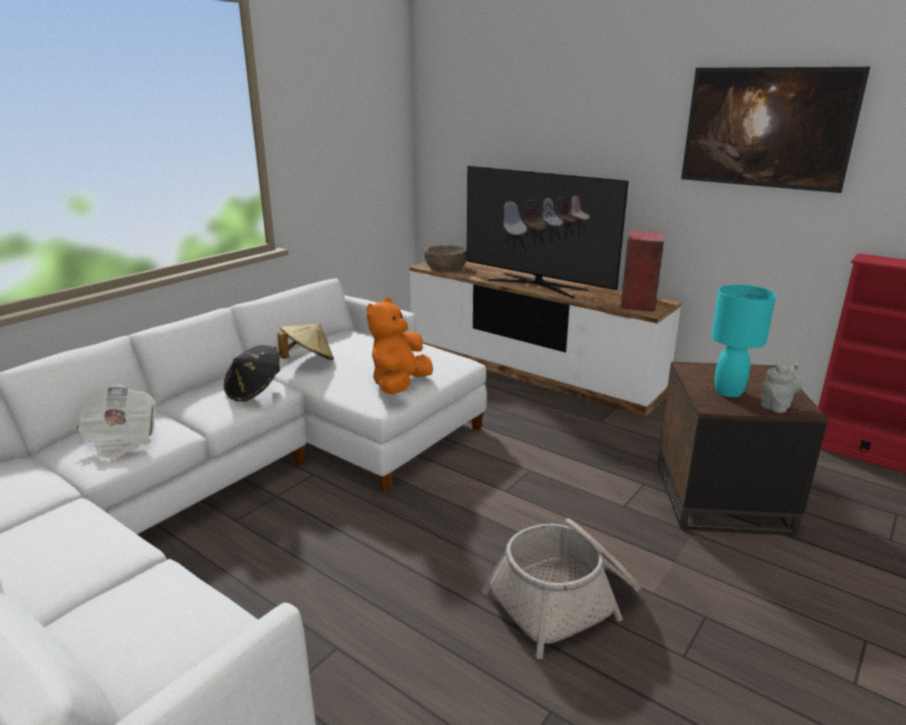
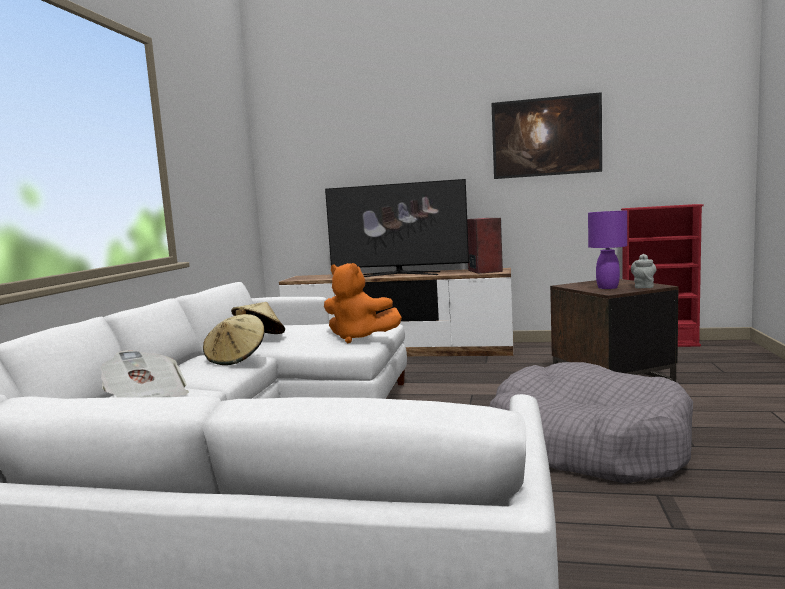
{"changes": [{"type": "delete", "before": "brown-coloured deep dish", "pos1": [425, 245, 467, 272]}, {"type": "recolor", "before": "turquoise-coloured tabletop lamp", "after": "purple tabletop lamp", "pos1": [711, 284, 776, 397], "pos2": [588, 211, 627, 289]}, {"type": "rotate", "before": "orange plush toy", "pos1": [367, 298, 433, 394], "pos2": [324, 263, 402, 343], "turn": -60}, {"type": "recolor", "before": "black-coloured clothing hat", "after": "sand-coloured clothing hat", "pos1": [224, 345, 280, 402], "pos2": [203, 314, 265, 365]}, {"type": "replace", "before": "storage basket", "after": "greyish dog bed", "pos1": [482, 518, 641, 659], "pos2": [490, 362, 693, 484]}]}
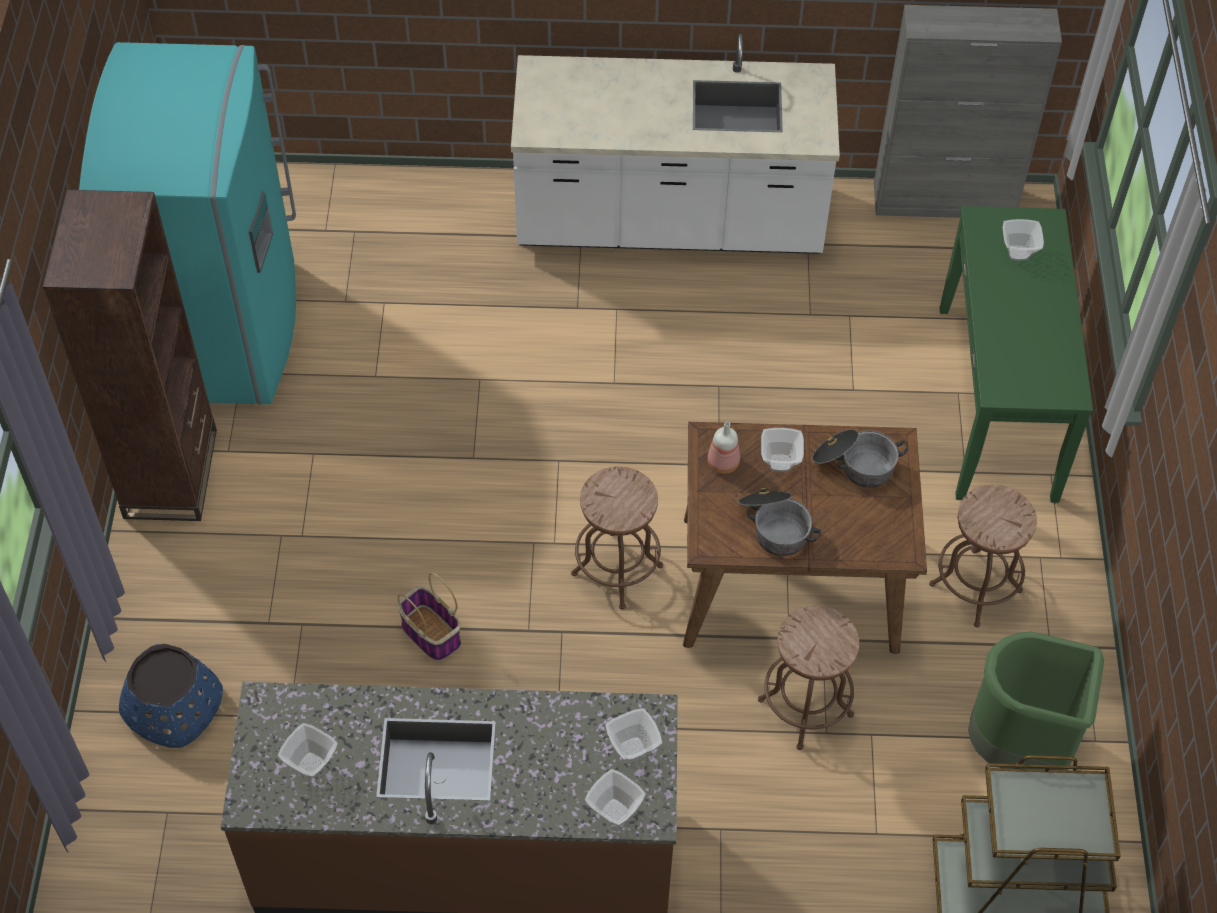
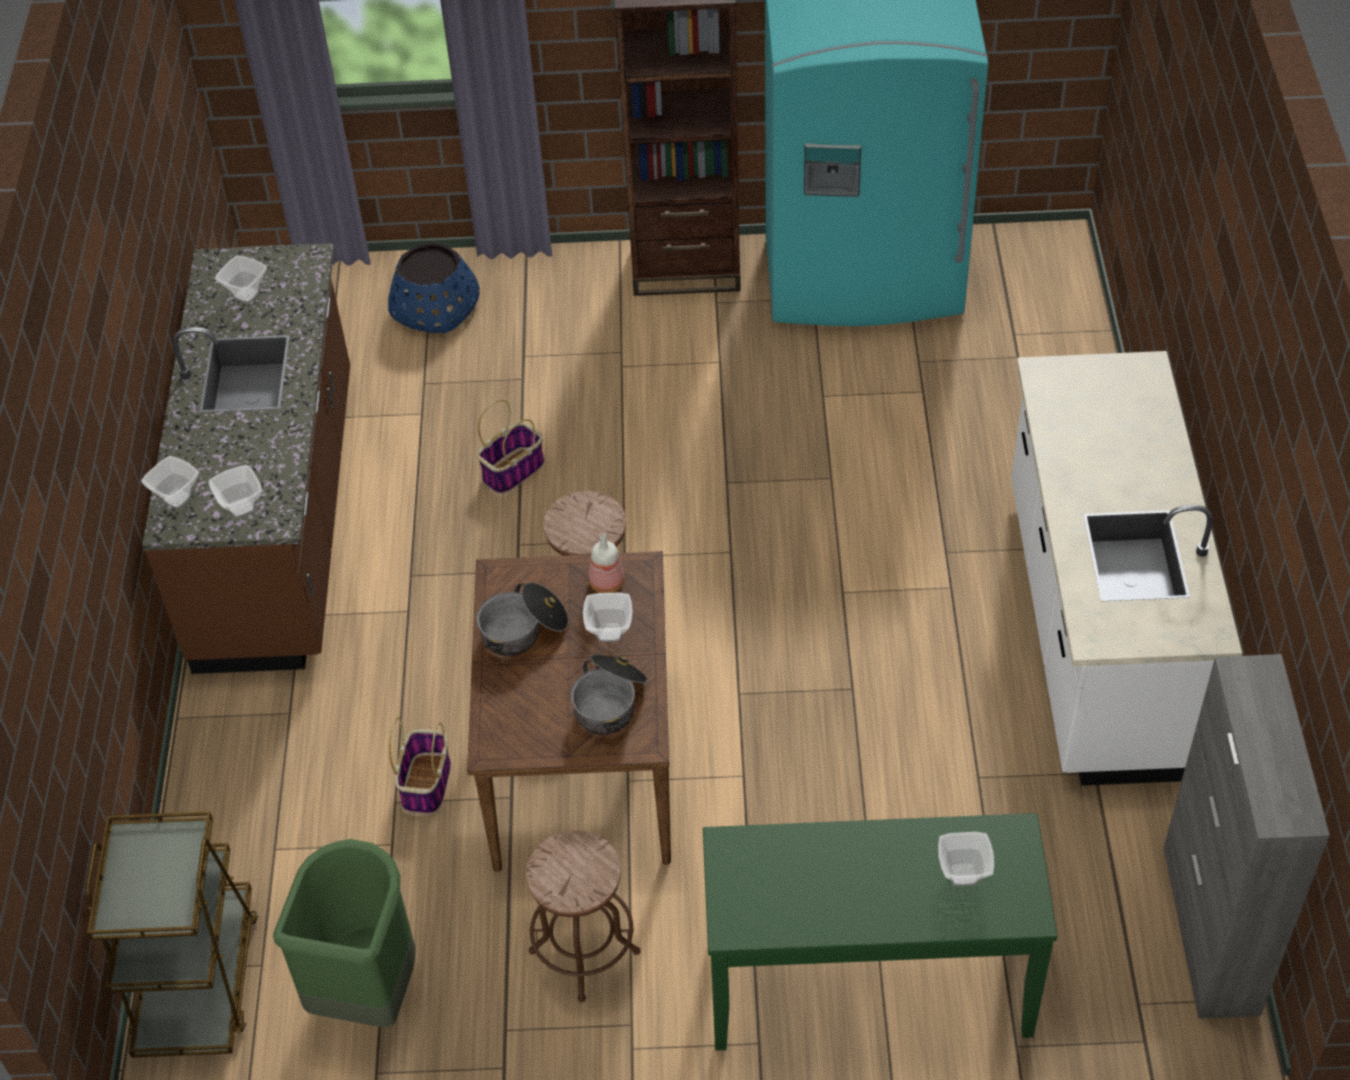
{"changes": [{"type": "replace", "before": "brown-coloured stool seat", "after": "storage basket", "pos1": [758, 606, 859, 750], "pos2": [389, 717, 451, 814]}]}
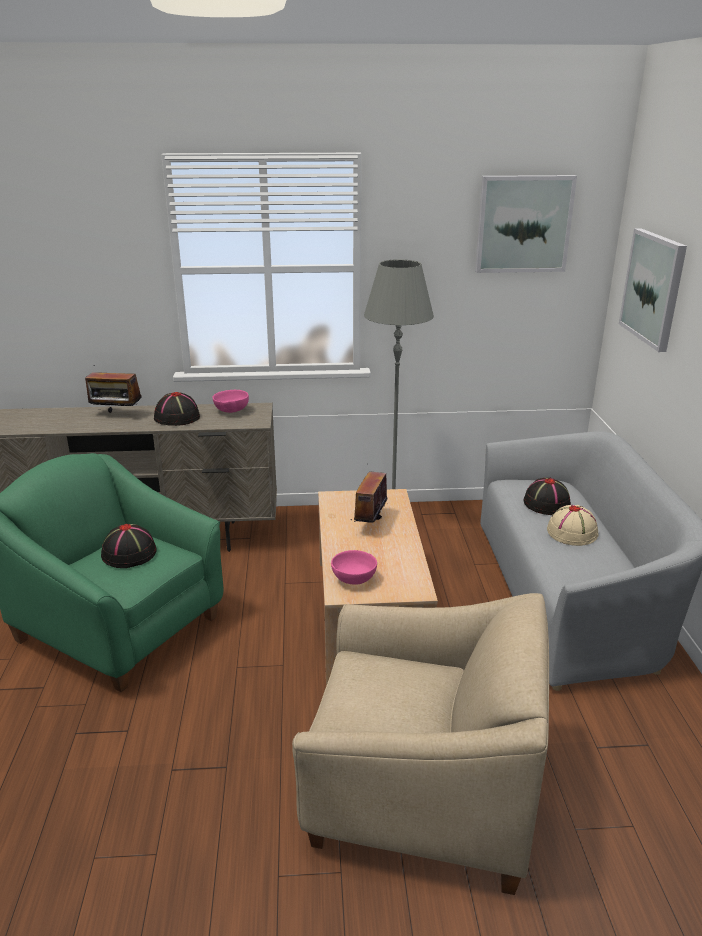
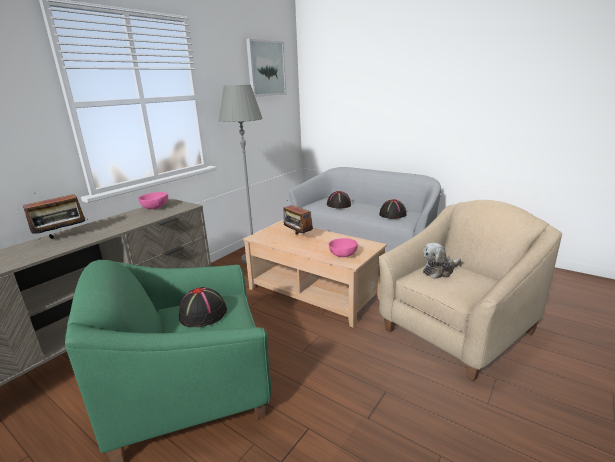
{"changes": [{"type": "delete", "before": "wall art", "pos1": [619, 228, 687, 352]}, {"type": "move", "before": "black-coloured clothing hat", "pos1": [154, 392, 200, 426], "pos2": [379, 199, 407, 219]}, {"type": "delete", "before": "sand-coloured clothing hat", "pos1": [547, 505, 598, 546]}, {"type": "insert", "after": "plush toy", "pos2": [423, 243, 461, 279]}]}
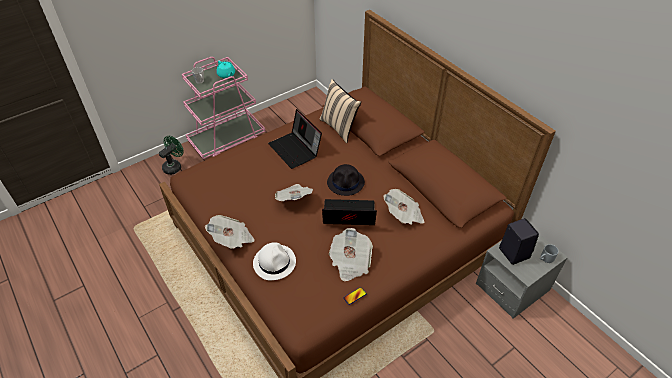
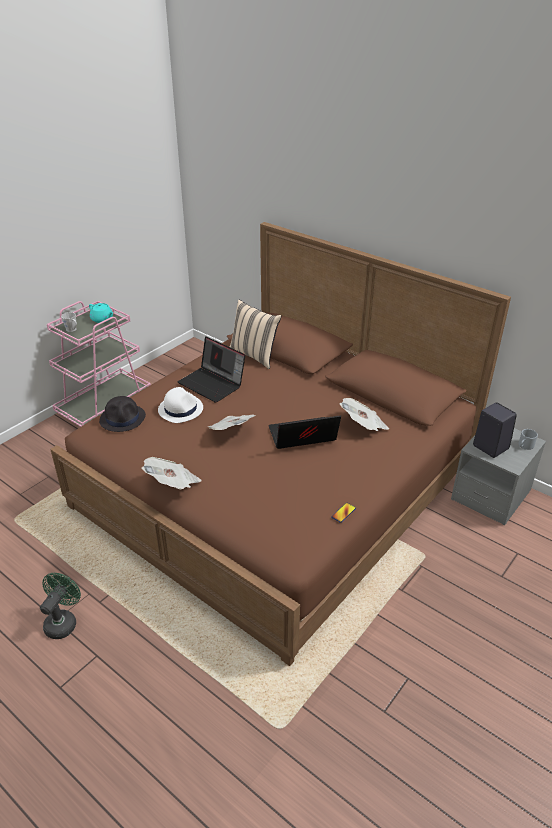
{"changes": [{"type": "move", "before": "green-coloured cooling fan", "pos1": [159, 136, 184, 175], "pos2": [40, 573, 81, 639]}, {"type": "move", "before": "black-coloured clothing hat", "pos1": [327, 164, 365, 196], "pos2": [99, 396, 146, 432]}, {"type": "delete", "before": "newspaper", "pos1": [329, 228, 373, 281]}, {"type": "move", "before": "white-coloured clothing hat", "pos1": [253, 242, 296, 280], "pos2": [158, 387, 203, 423]}]}
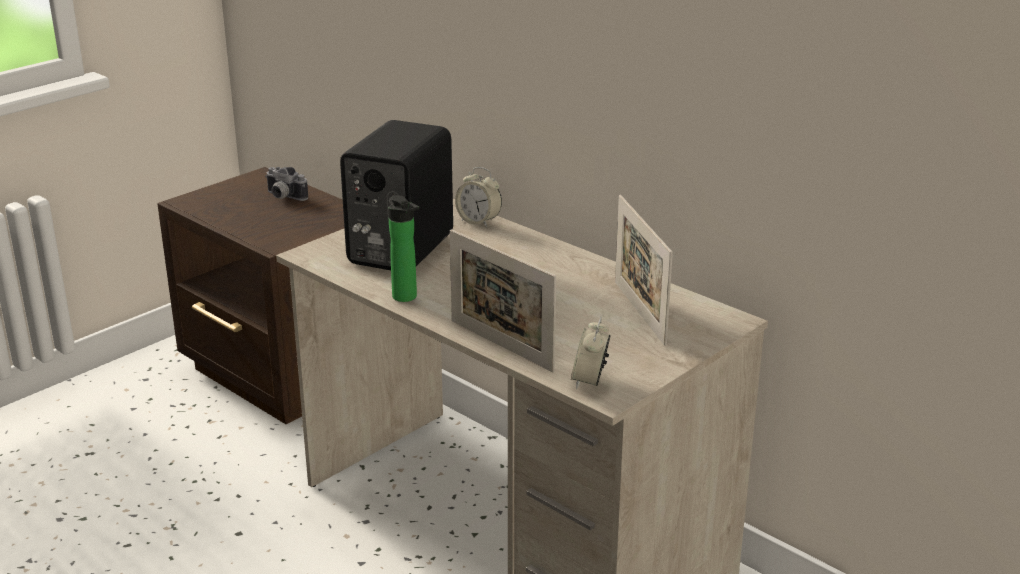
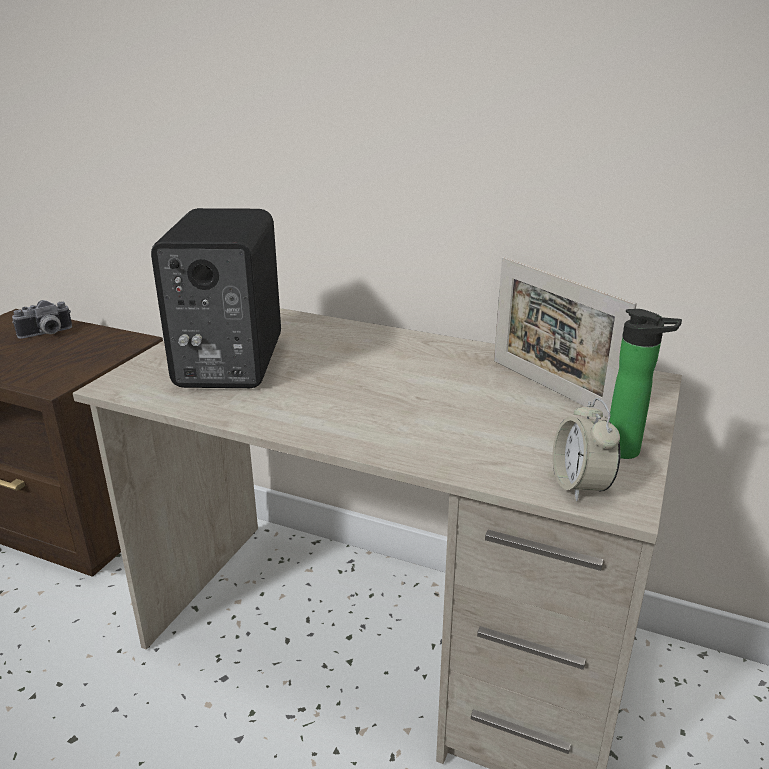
{"changes": [{"type": "rotate", "before": "photo camera", "pos1": [265, 167, 308, 201], "pos2": [12, 300, 72, 339], "turn": -45}, {"type": "delete", "before": "table clock", "pos1": [455, 167, 502, 227]}, {"type": "move", "before": "beverage bottle", "pos1": [388, 195, 420, 302], "pos2": [609, 309, 682, 459]}, {"type": "delete", "before": "standing frame", "pos1": [450, 229, 556, 372]}]}
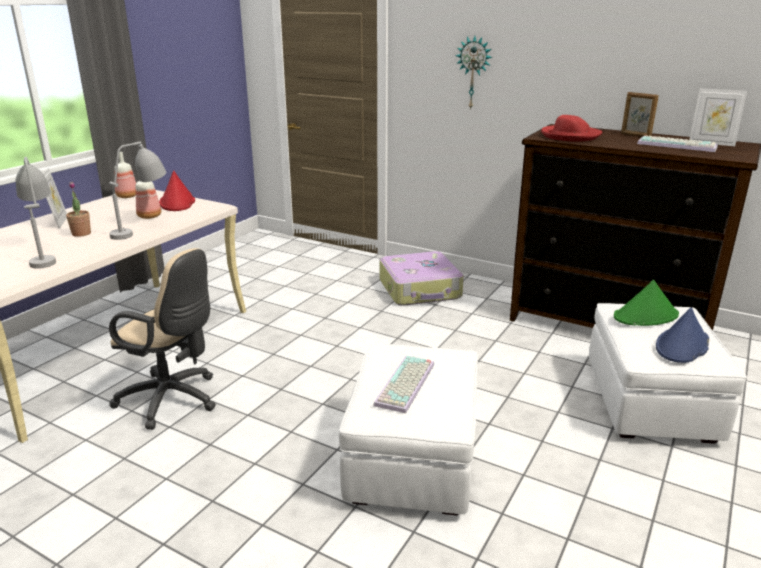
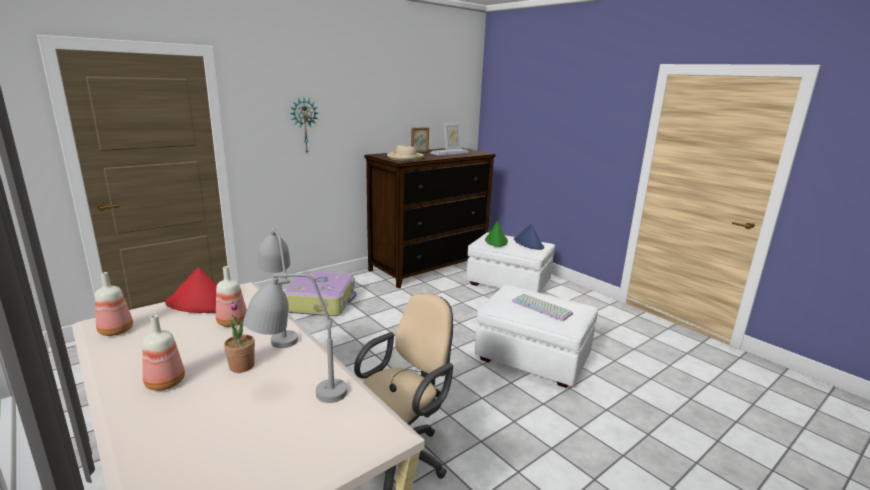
{"changes": [{"type": "recolor", "before": "red clothing hat", "after": "sand-coloured clothing hat", "pos1": [541, 115, 602, 142], "pos2": [387, 145, 424, 161]}, {"type": "replace", "before": "standing frame", "after": "beverage bottle", "pos1": [43, 168, 67, 229], "pos2": [143, 315, 185, 391]}]}
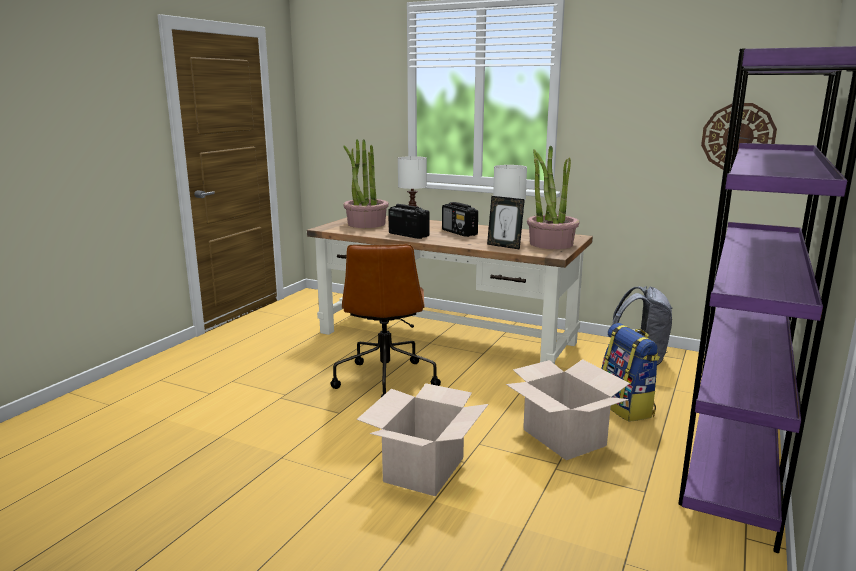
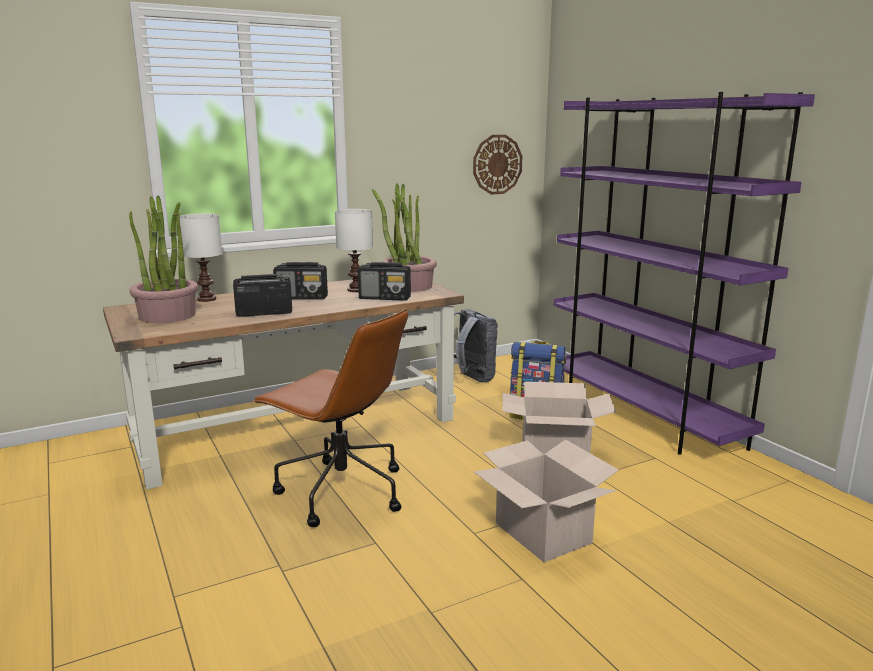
{"changes": [{"type": "replace", "before": "standing frame", "after": "radio receiver", "pos1": [487, 196, 525, 250], "pos2": [358, 262, 411, 301]}]}
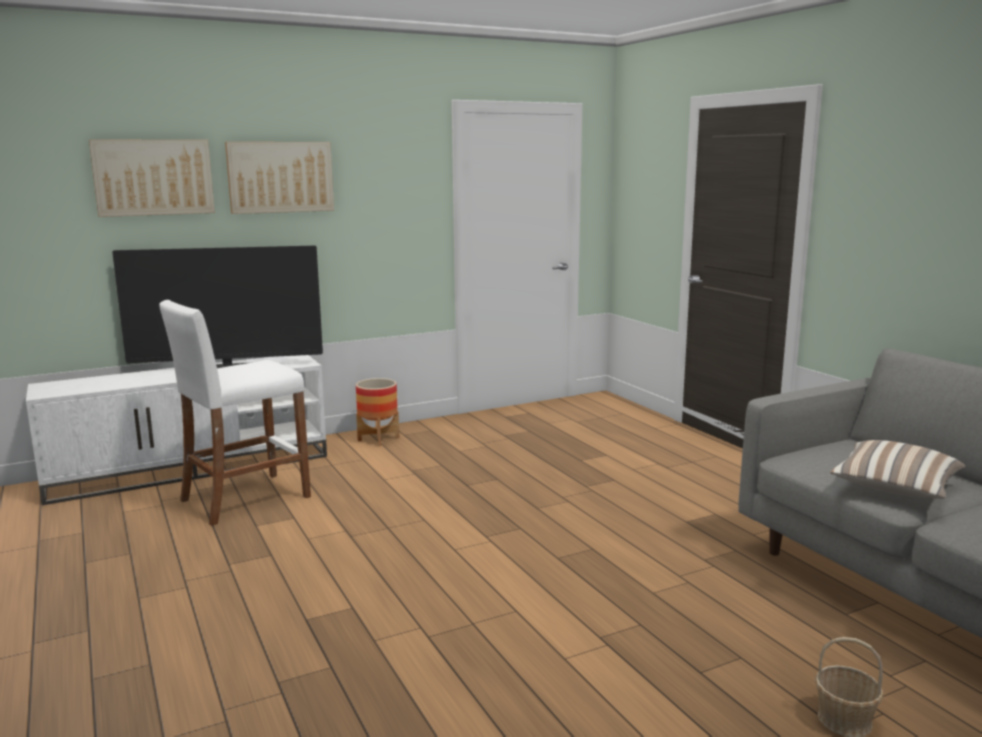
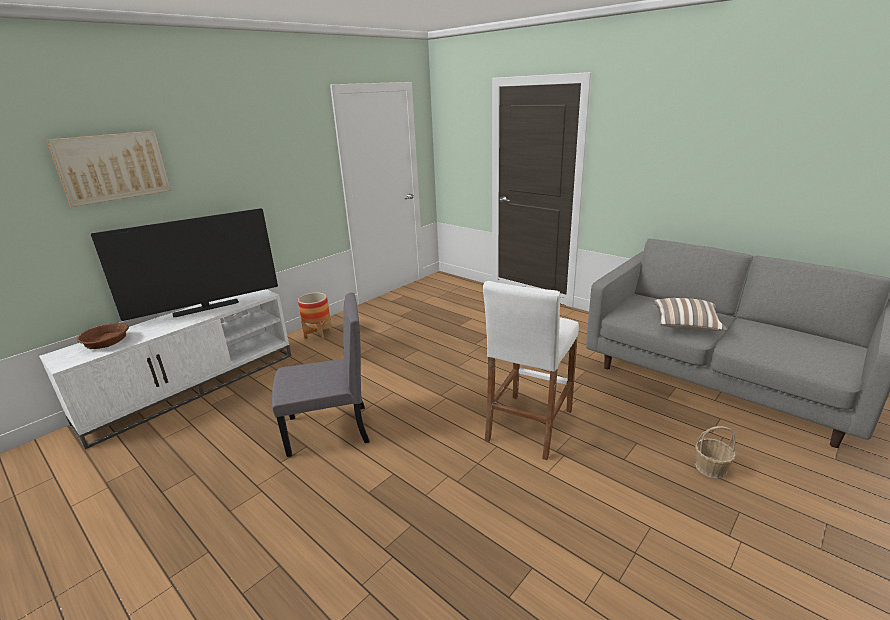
{"changes": [{"type": "delete", "before": "wall art", "pos1": [225, 142, 334, 214]}, {"type": "move", "before": "white-coloured stool seat", "pos1": [160, 300, 311, 526], "pos2": [483, 281, 579, 460]}, {"type": "insert", "after": "greyish upright chair", "pos2": [272, 292, 370, 457]}, {"type": "insert", "after": "brown-coloured deep dish", "pos2": [77, 323, 129, 349]}]}
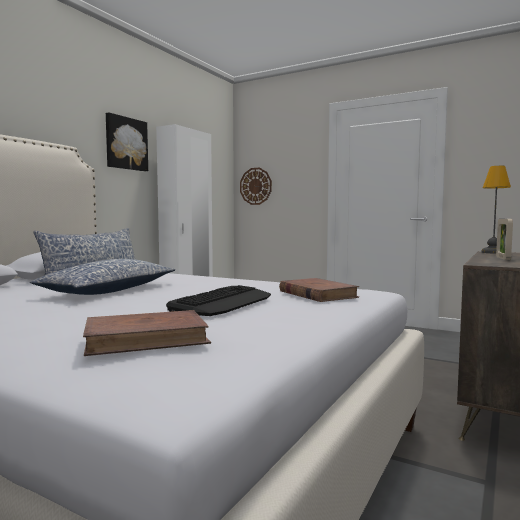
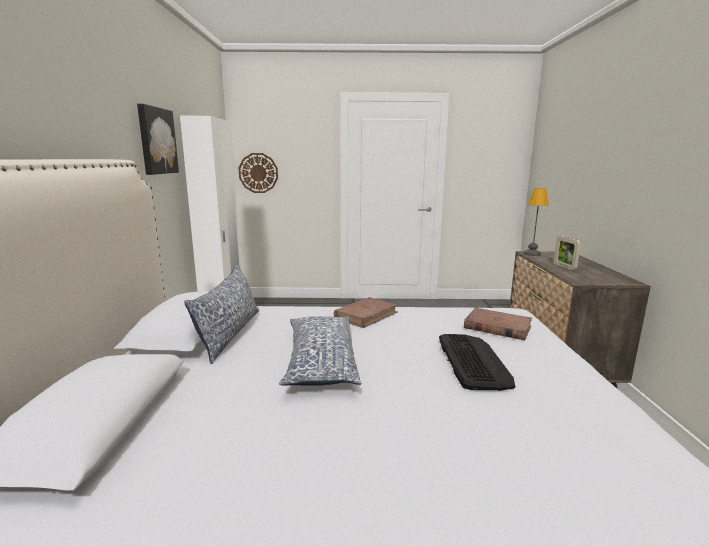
{"changes": [{"type": "move", "before": "brown-coloured volume", "pos1": [83, 310, 211, 356], "pos2": [334, 297, 397, 328]}]}
